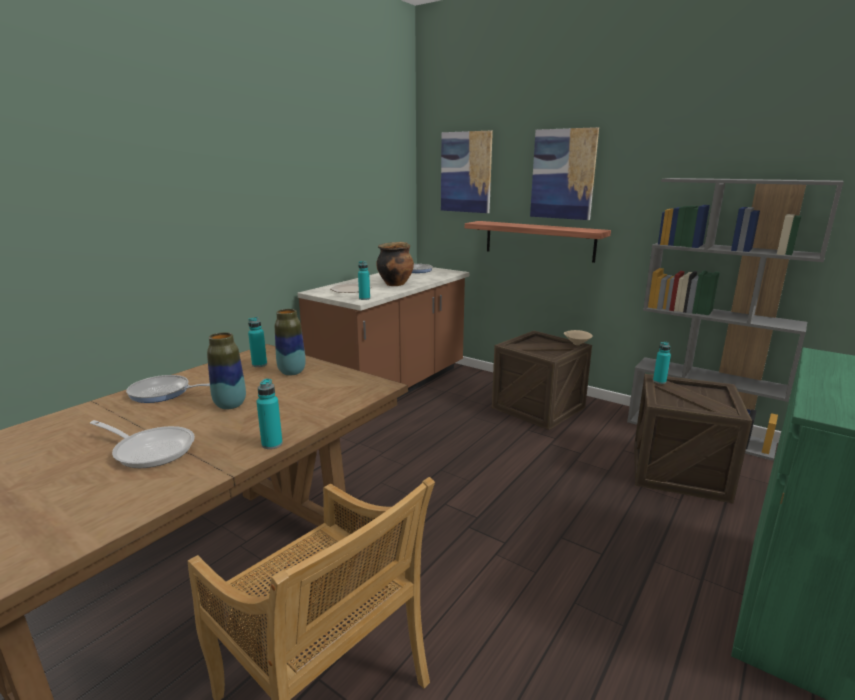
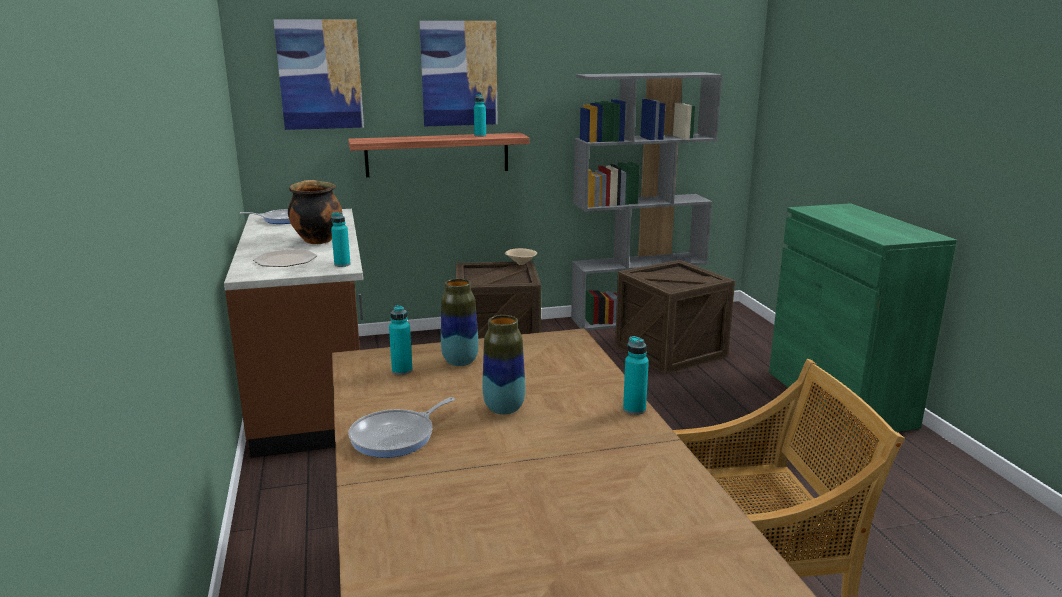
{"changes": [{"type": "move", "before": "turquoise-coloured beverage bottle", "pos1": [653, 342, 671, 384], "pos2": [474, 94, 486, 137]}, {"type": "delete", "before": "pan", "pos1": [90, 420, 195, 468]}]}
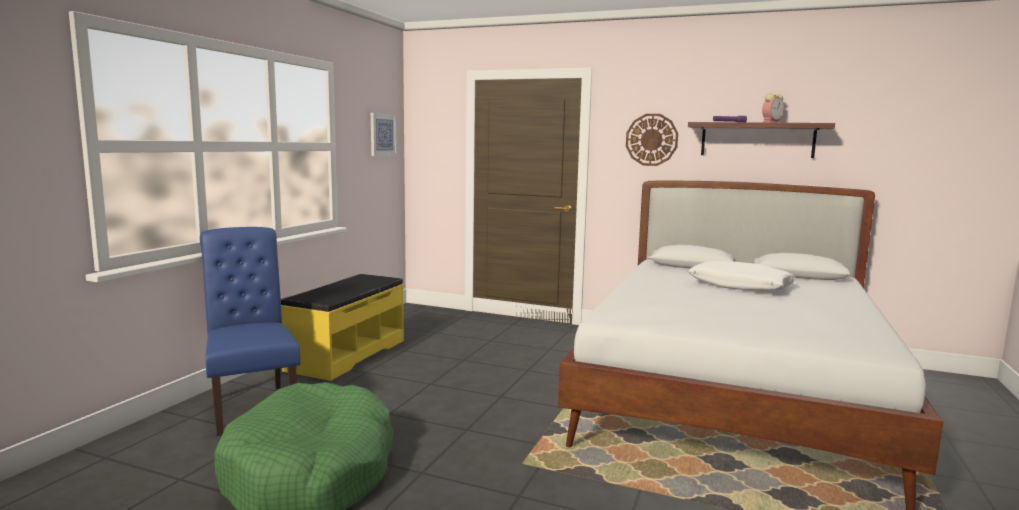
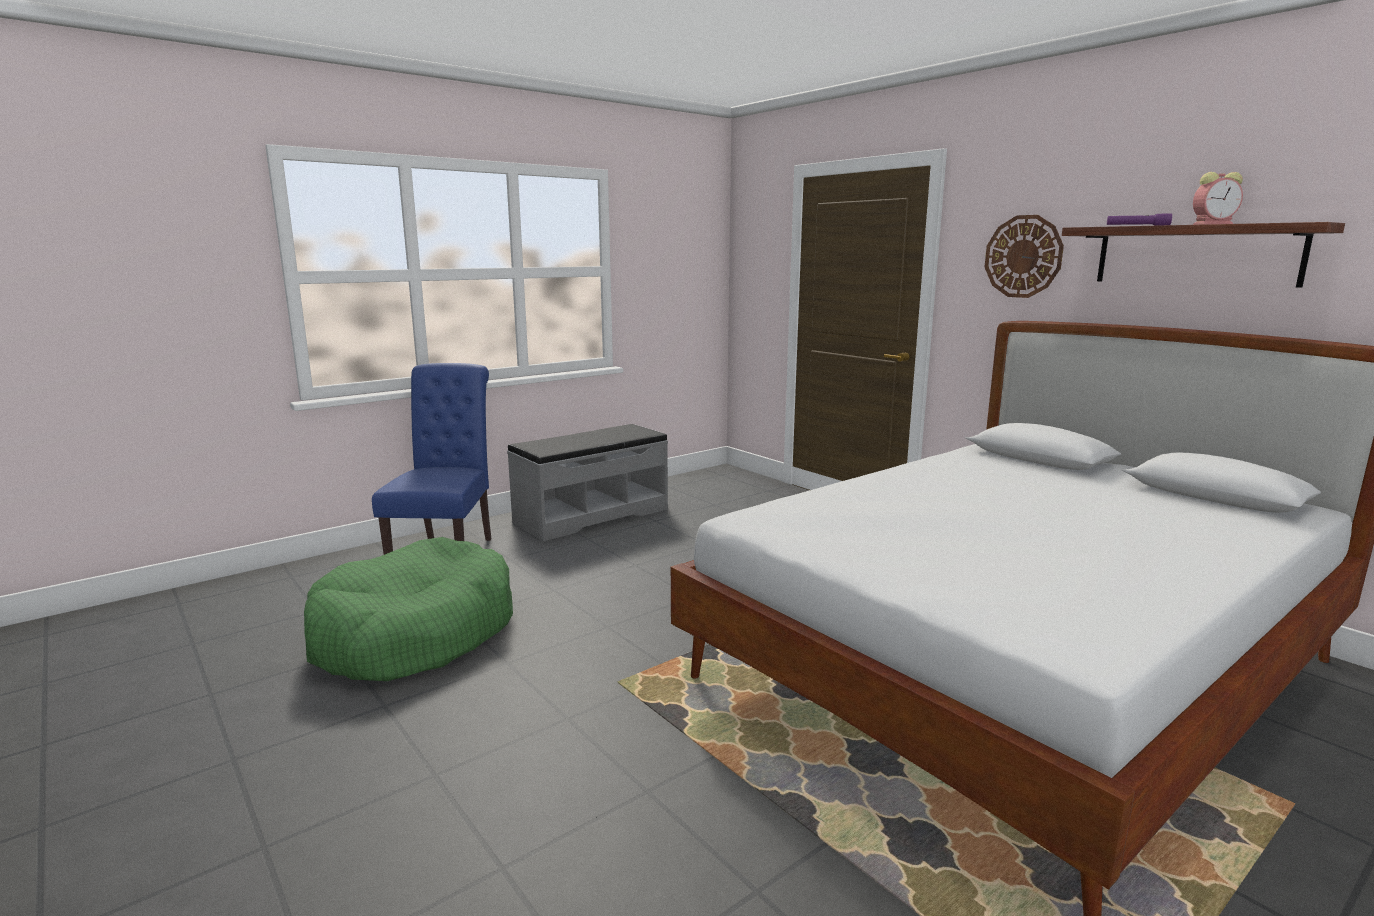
{"changes": [{"type": "delete", "before": "wall art", "pos1": [371, 112, 397, 156]}, {"type": "delete", "before": "white-coloured cushion", "pos1": [688, 261, 796, 291]}, {"type": "recolor", "before": "yellowish bench", "after": "greyish bench", "pos1": [281, 274, 404, 381], "pos2": [507, 424, 668, 542]}]}
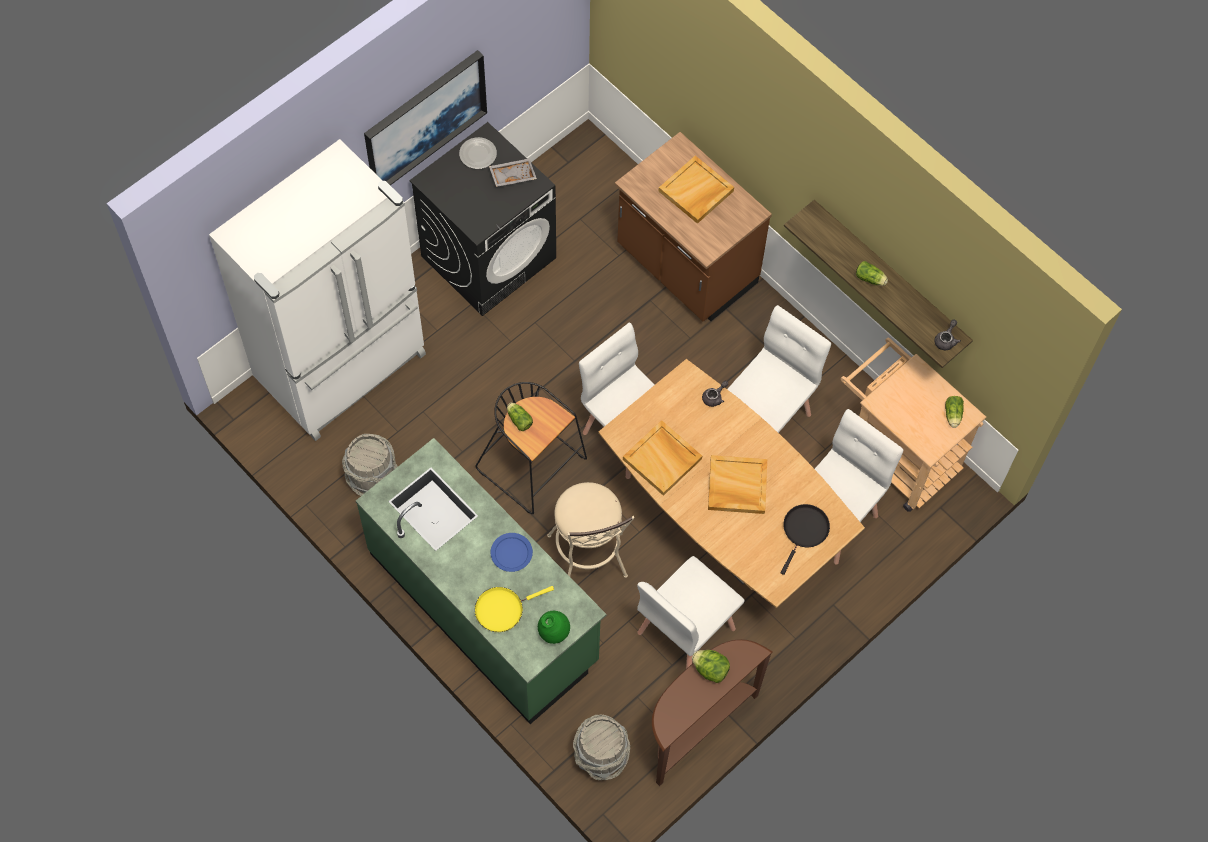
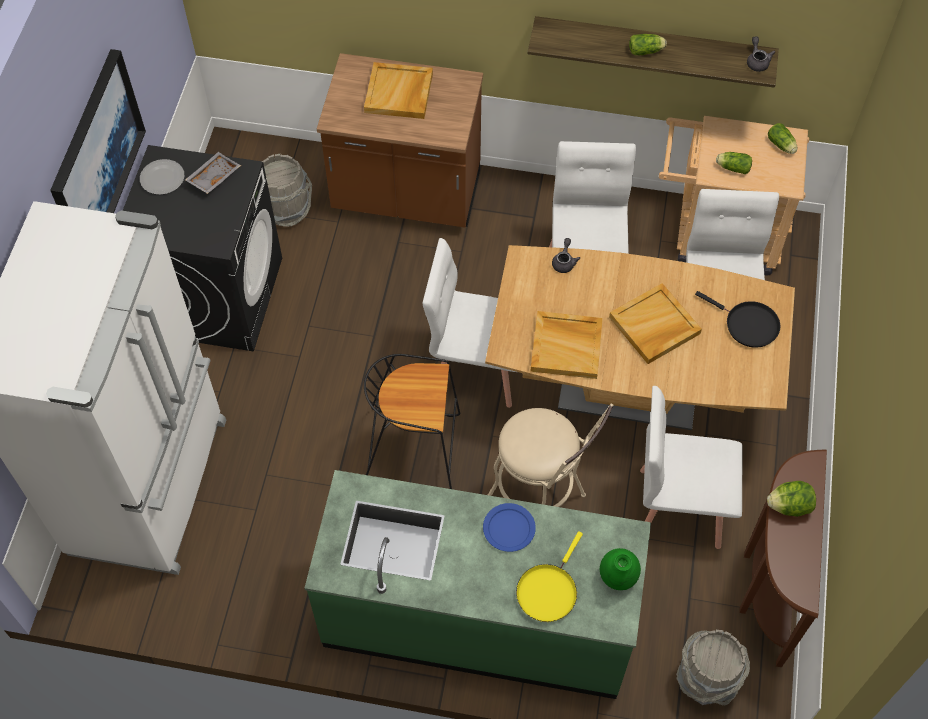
{"changes": [{"type": "move", "before": "head of lettuce", "pos1": [507, 403, 533, 431], "pos2": [716, 152, 752, 174]}, {"type": "move", "before": "greyish bucket", "pos1": [342, 434, 398, 496], "pos2": [262, 154, 312, 227]}, {"type": "rotate", "before": "black-coloured pan", "pos1": [780, 504, 830, 575], "pos2": [695, 291, 780, 348], "turn": 135}, {"type": "rotate", "before": "white-coloured upright chair", "pos1": [637, 556, 745, 669], "pos2": [640, 386, 743, 549], "turn": 90}]}
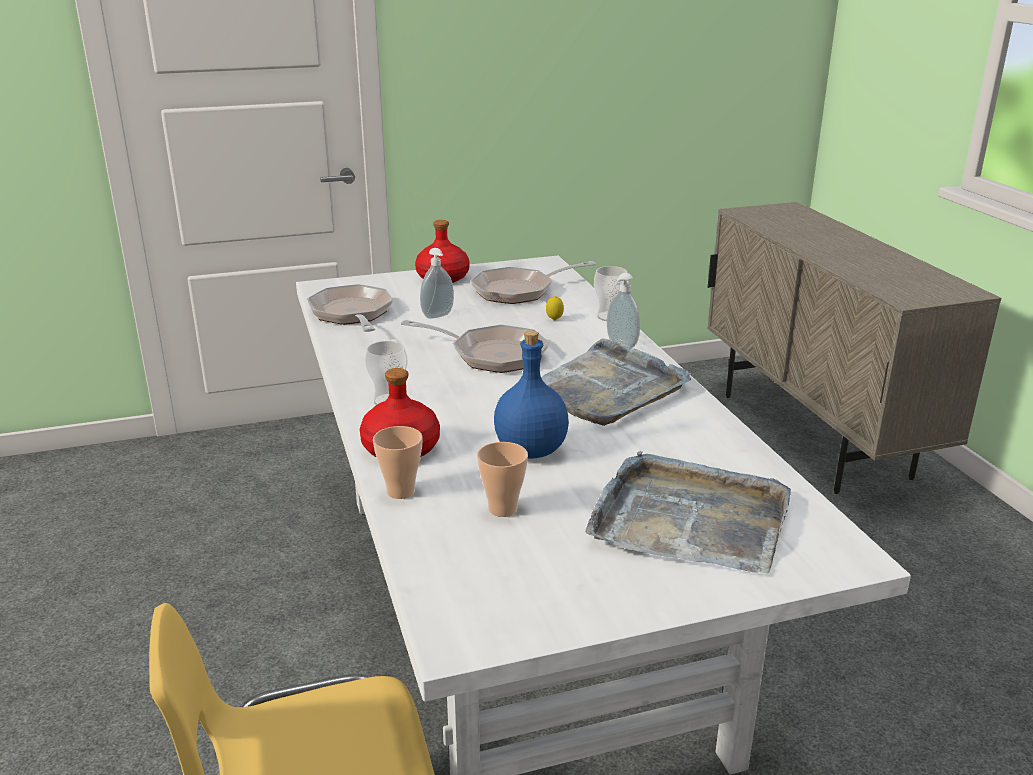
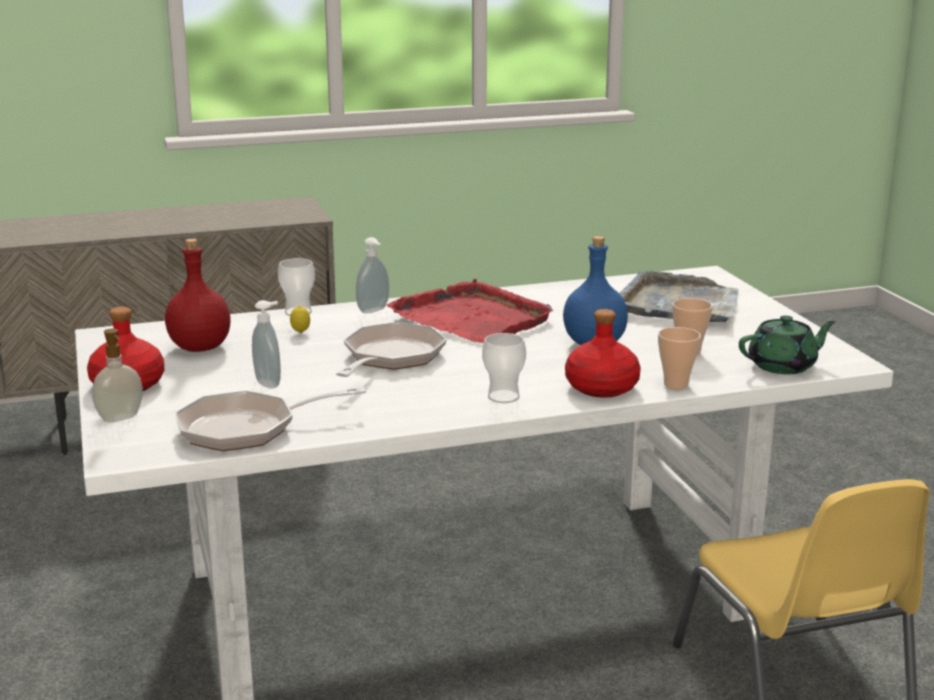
{"changes": [{"type": "replace", "before": "pan", "after": "red beverage bottle", "pos1": [470, 261, 596, 304], "pos2": [165, 239, 231, 352]}, {"type": "recolor", "before": "greyish serving tray", "after": "red serving tray", "pos1": [541, 338, 691, 426], "pos2": [387, 279, 553, 343]}, {"type": "insert", "after": "green-coloured pot for tea", "pos2": [739, 315, 836, 374]}, {"type": "insert", "after": "soap dispenser", "pos2": [92, 328, 143, 422]}]}
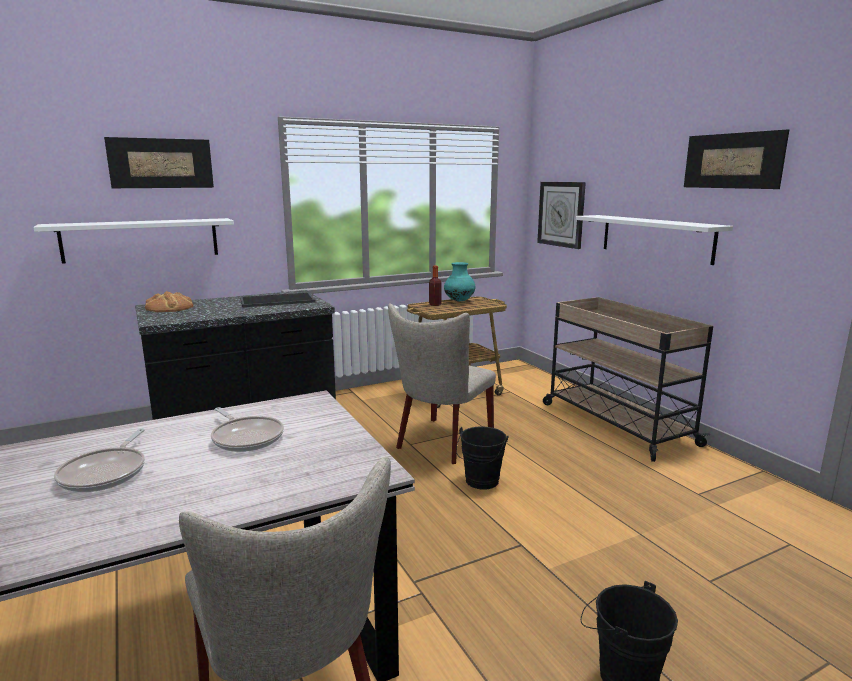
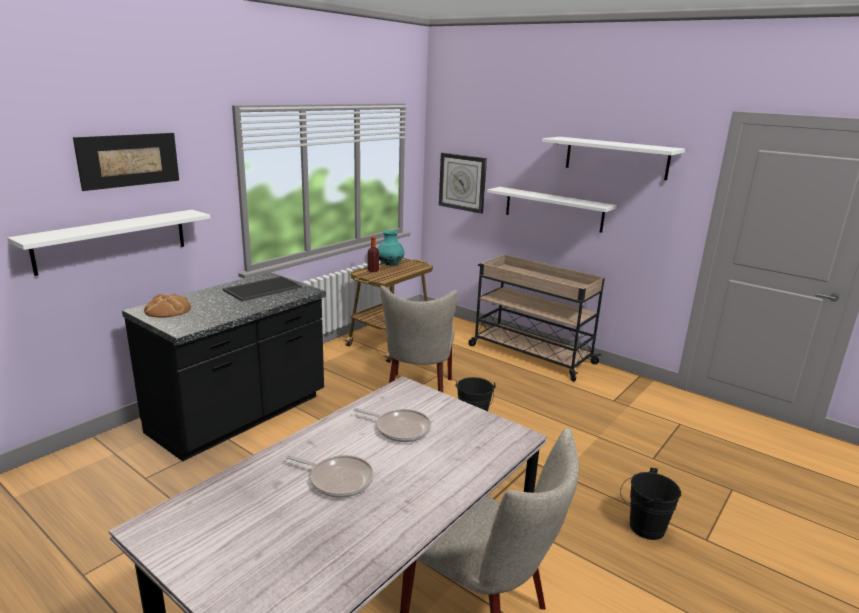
{"changes": [{"type": "replace", "before": "wall art", "after": "white-coloured wall shelf", "pos1": [684, 129, 789, 189], "pos2": [542, 137, 685, 180]}, {"type": "rotate", "before": "pan", "pos1": [54, 429, 145, 492], "pos2": [286, 455, 374, 498], "turn": -45}]}
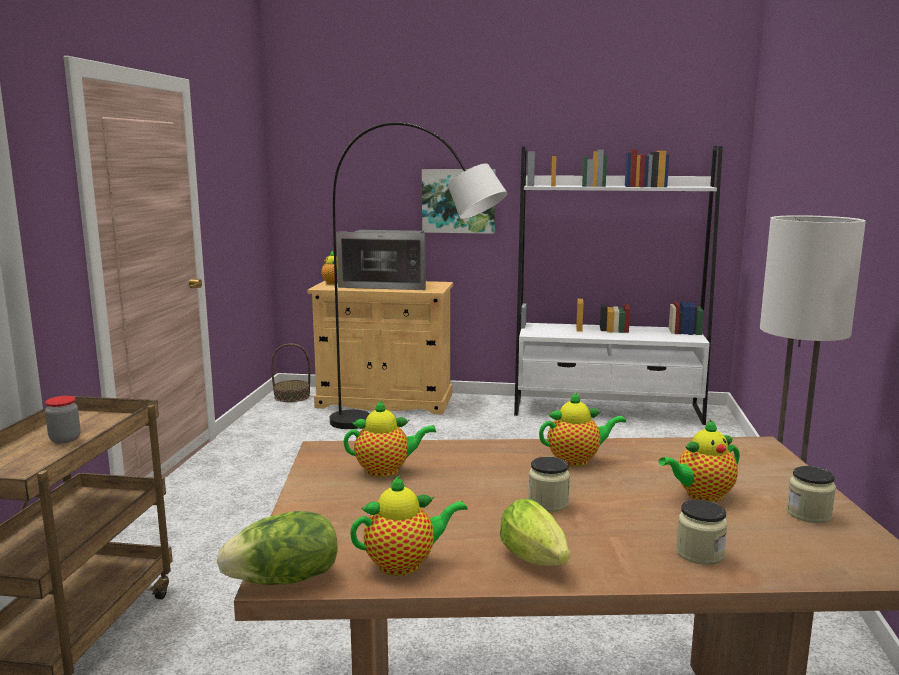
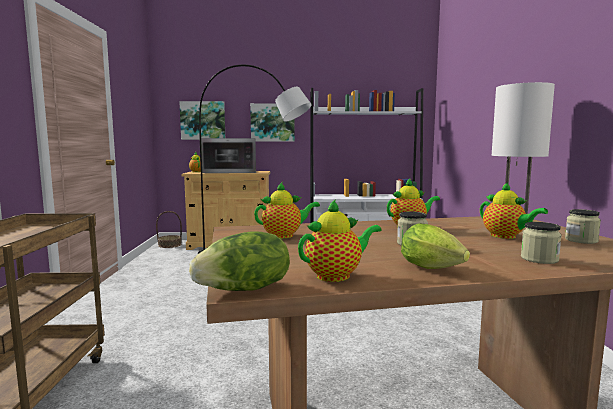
{"changes": [{"type": "delete", "before": "jar", "pos1": [45, 396, 81, 444]}, {"type": "rotate", "before": "pot for tea", "pos1": [659, 419, 740, 502], "pos2": [480, 182, 548, 239], "turn": -90}, {"type": "insert", "after": "wall art", "pos2": [179, 101, 225, 140]}]}
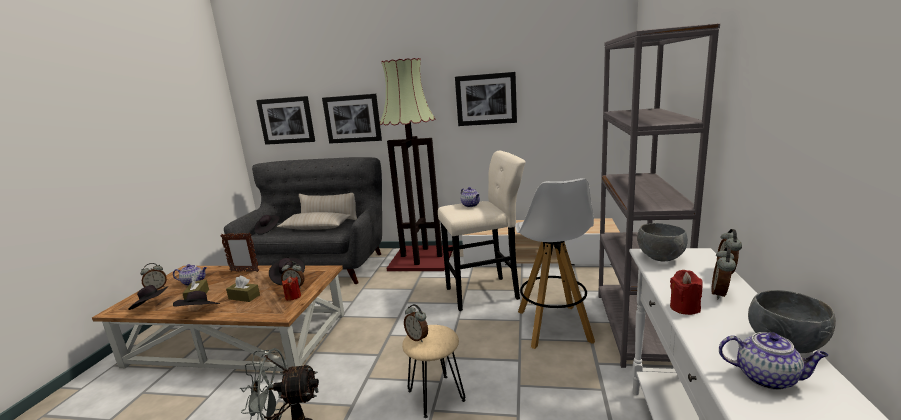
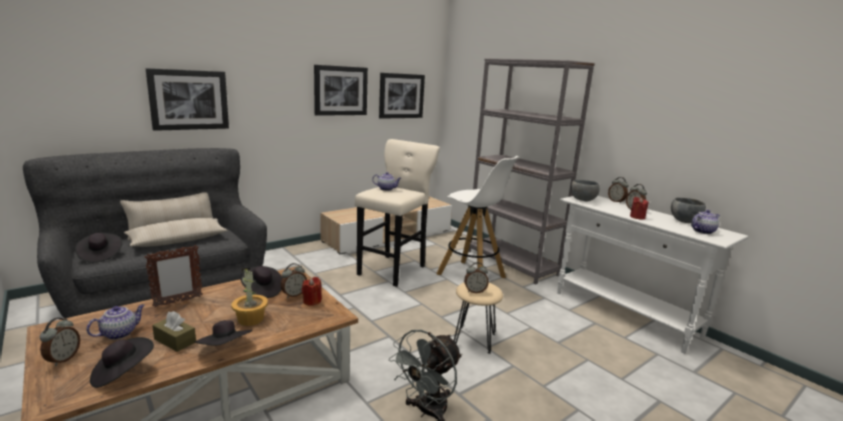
{"changes": [{"type": "delete", "before": "standing lamp", "pos1": [380, 58, 453, 271]}, {"type": "move", "before": "wall art", "pos1": [256, 96, 315, 145], "pos2": [379, 73, 425, 119]}, {"type": "replace", "before": "brown-coloured box of tissues", "after": "houseplant", "pos1": [226, 276, 260, 302], "pos2": [231, 268, 268, 326]}]}
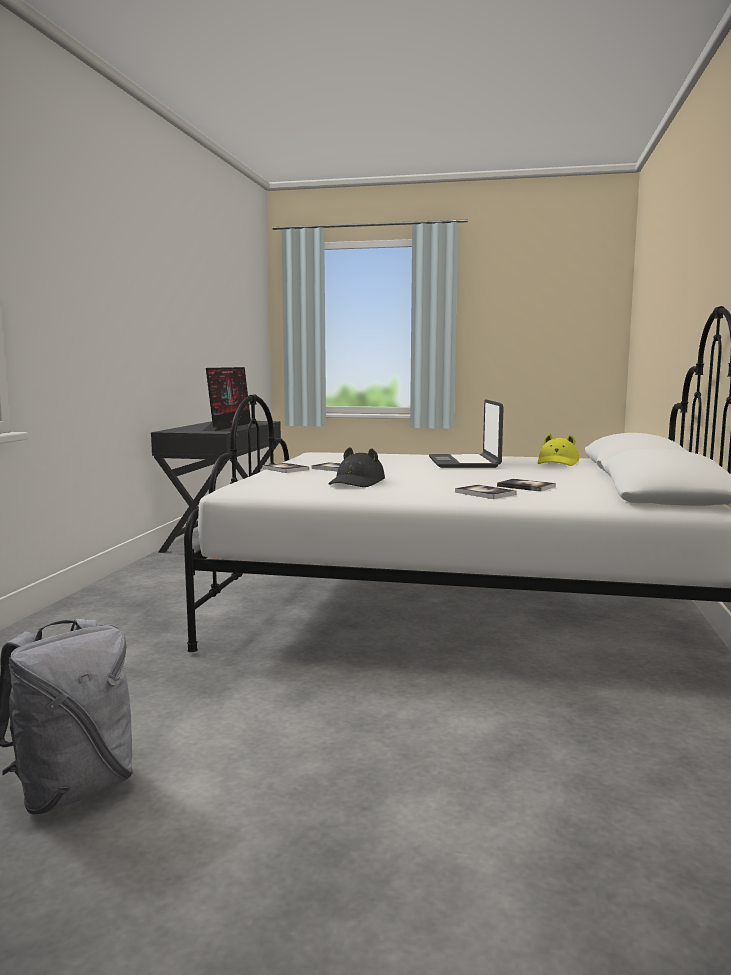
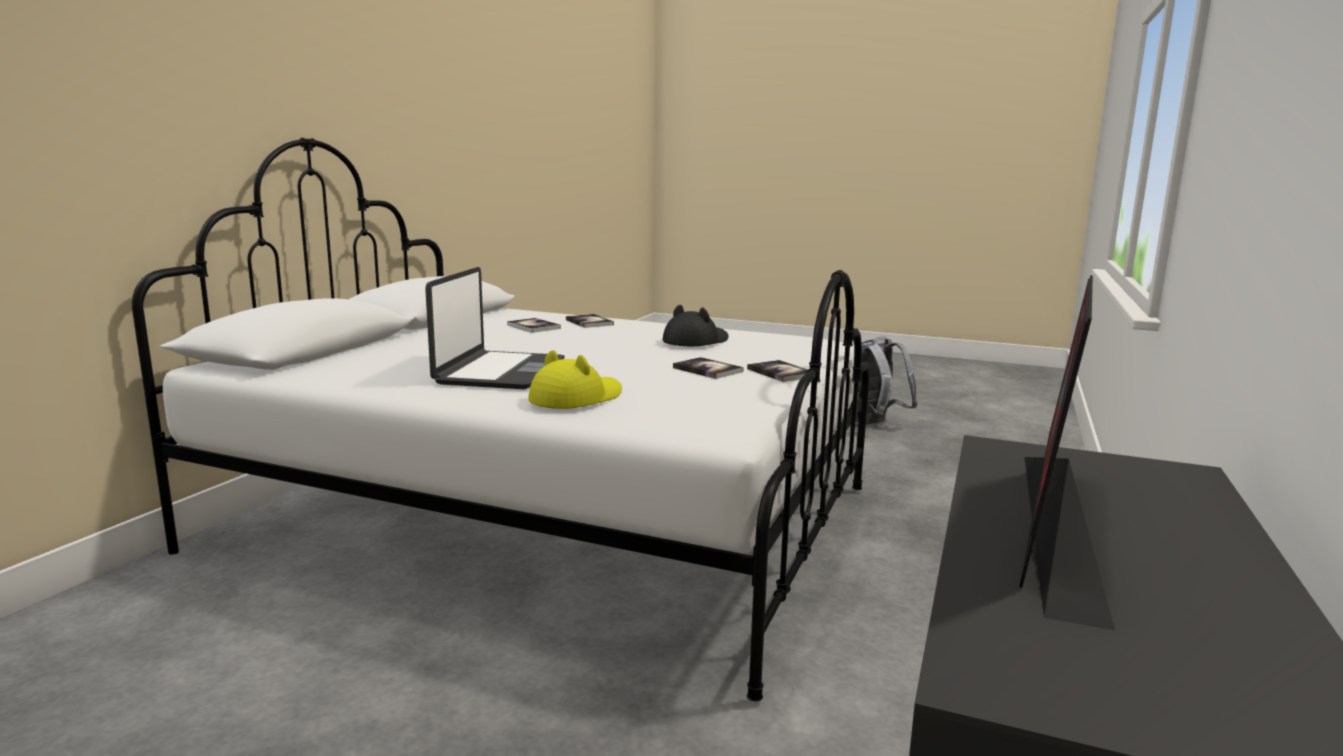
{"changes": [{"type": "move", "before": "yellowish clothing hat", "pos1": [538, 434, 579, 466], "pos2": [528, 350, 622, 409]}]}
